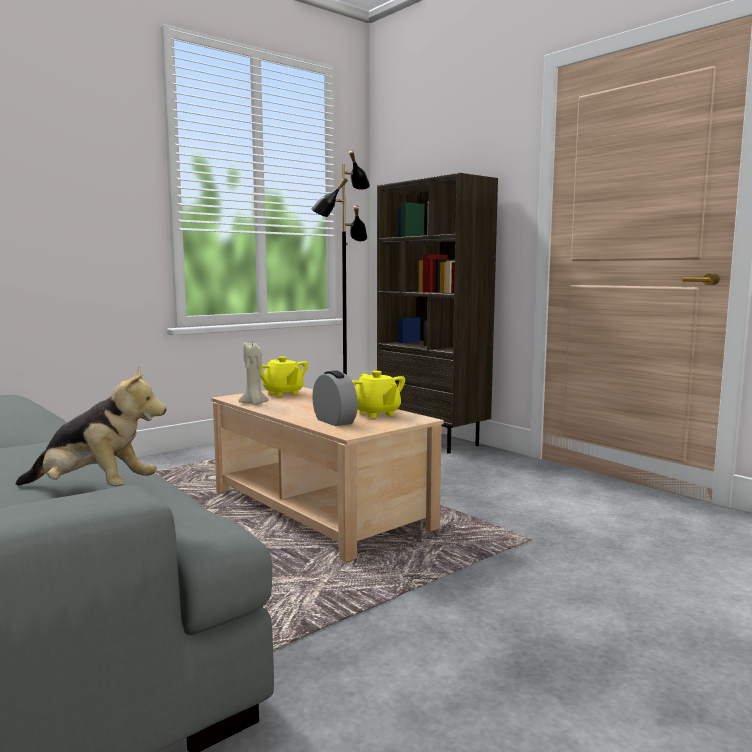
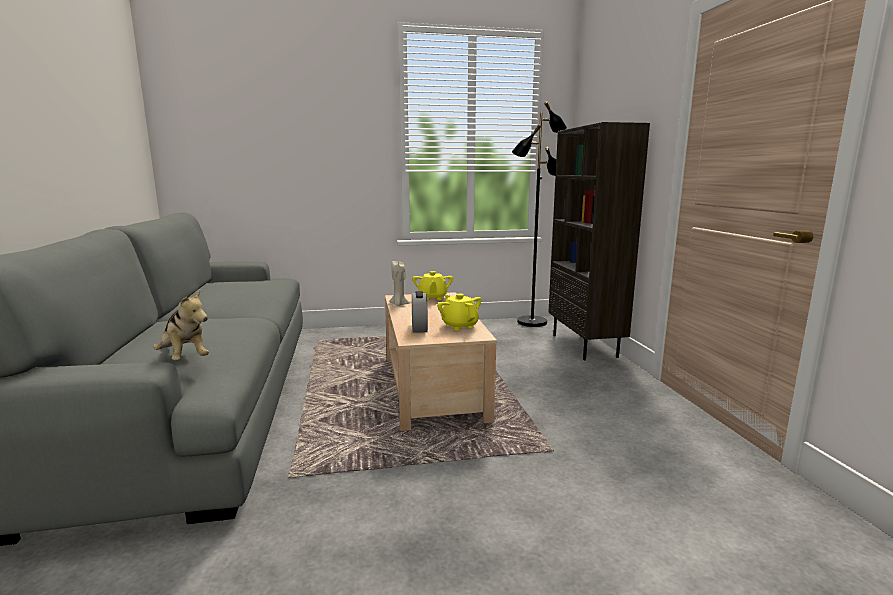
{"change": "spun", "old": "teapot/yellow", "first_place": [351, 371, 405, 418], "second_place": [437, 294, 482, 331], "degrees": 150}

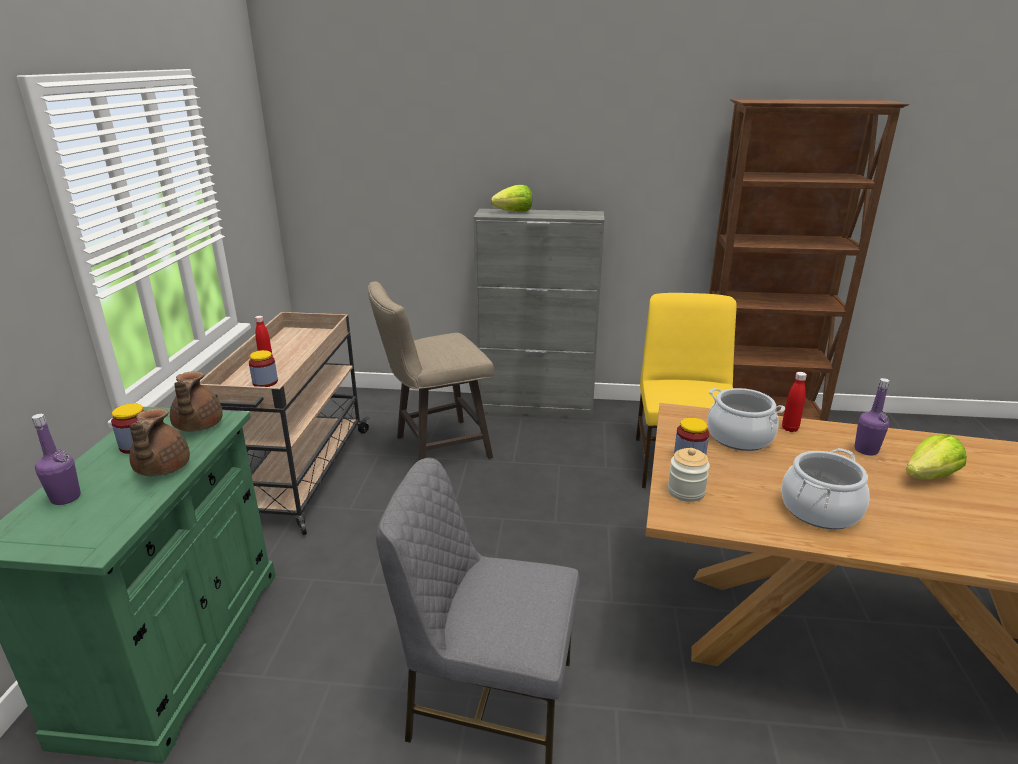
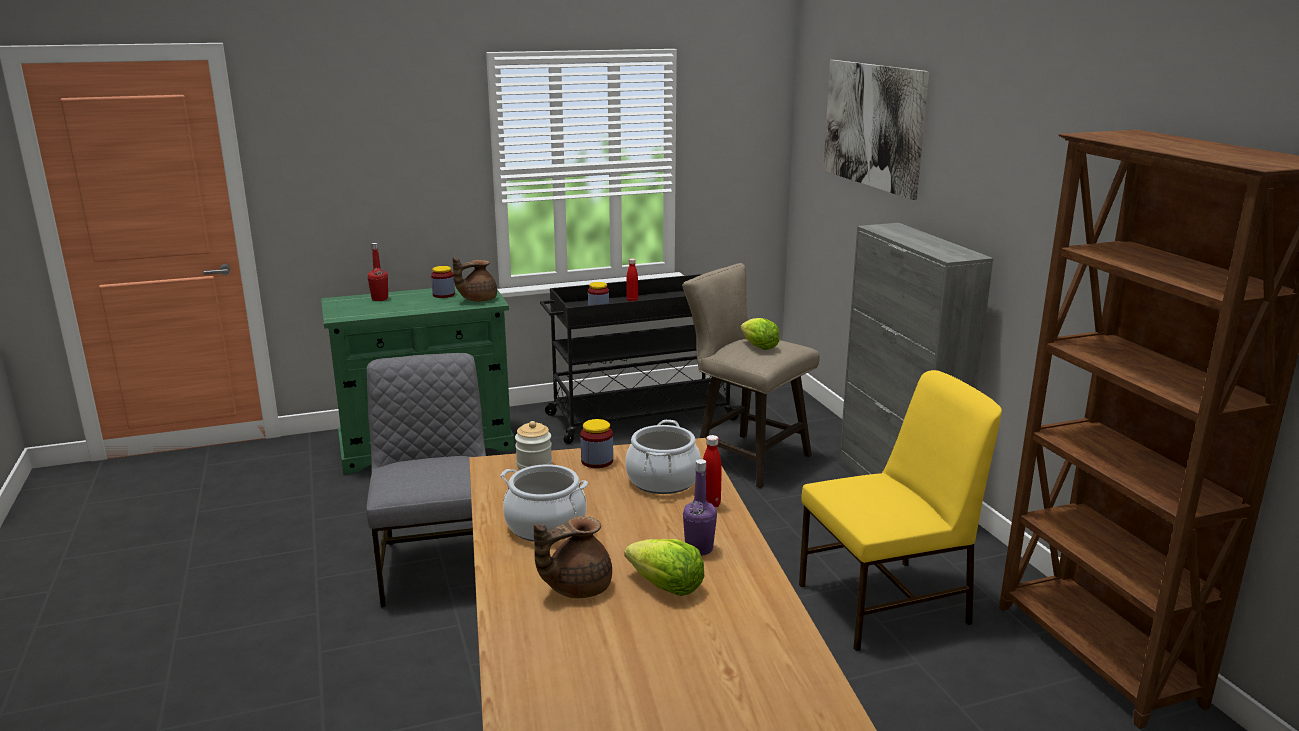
{"change": "colour", "old": "drink bottle/purple-coloured", "new": "drink bottle/red", "first_place": [32, 414, 81, 505], "second_place": [368, 243, 388, 301]}
{"change": "relocated", "old": "teapot/brown", "first_place": [129, 408, 190, 476], "second_place": [534, 516, 612, 598]}
{"change": "colour", "old": "cart/beige", "new": "cart/blackish", "first_place": [200, 312, 370, 535], "second_place": [540, 274, 740, 444]}
{"change": "relocated", "old": "head of lettuce", "first_place": [491, 185, 532, 212], "second_place": [740, 318, 779, 350]}
{"change": "appeared", "new": "wall picture", "second_place": [823, 60, 929, 200]}

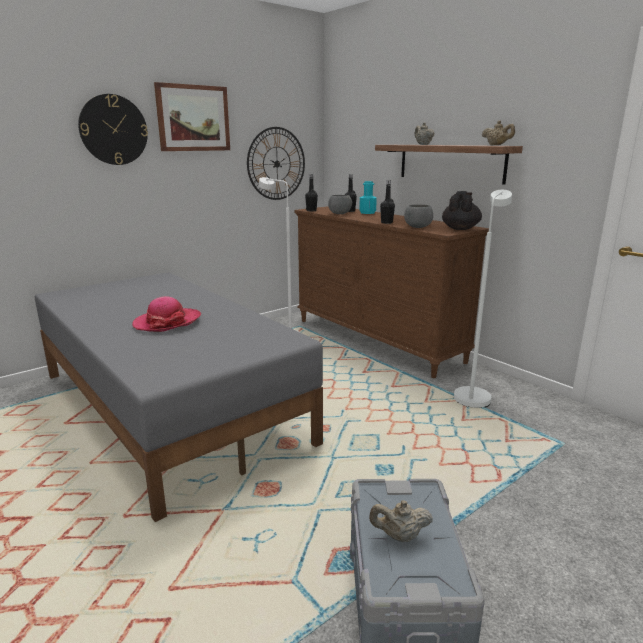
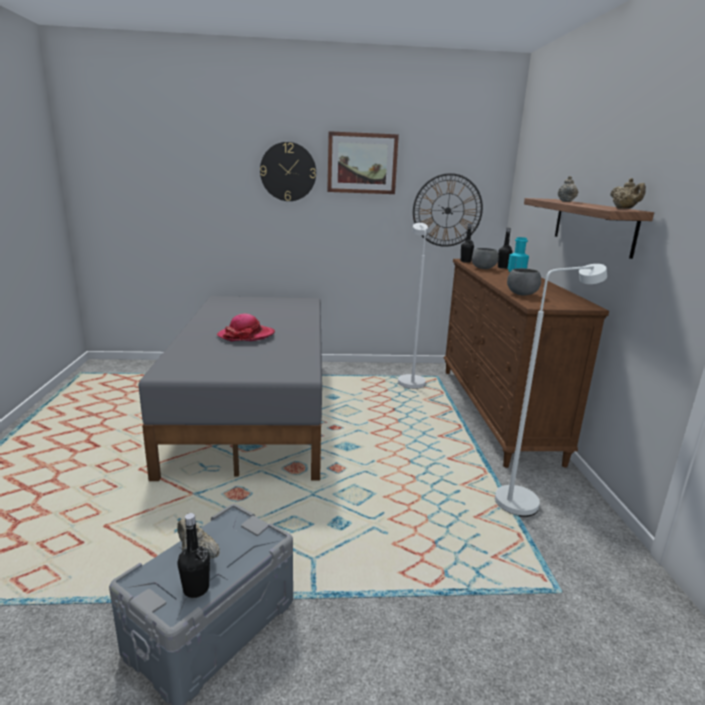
{"change": "relocated", "old": "drink bottle/blackish", "first_place": [380, 180, 395, 224], "second_place": [177, 513, 210, 598]}
{"change": "missing", "old": "teapot/blackish", "first_place": [442, 191, 482, 230]}

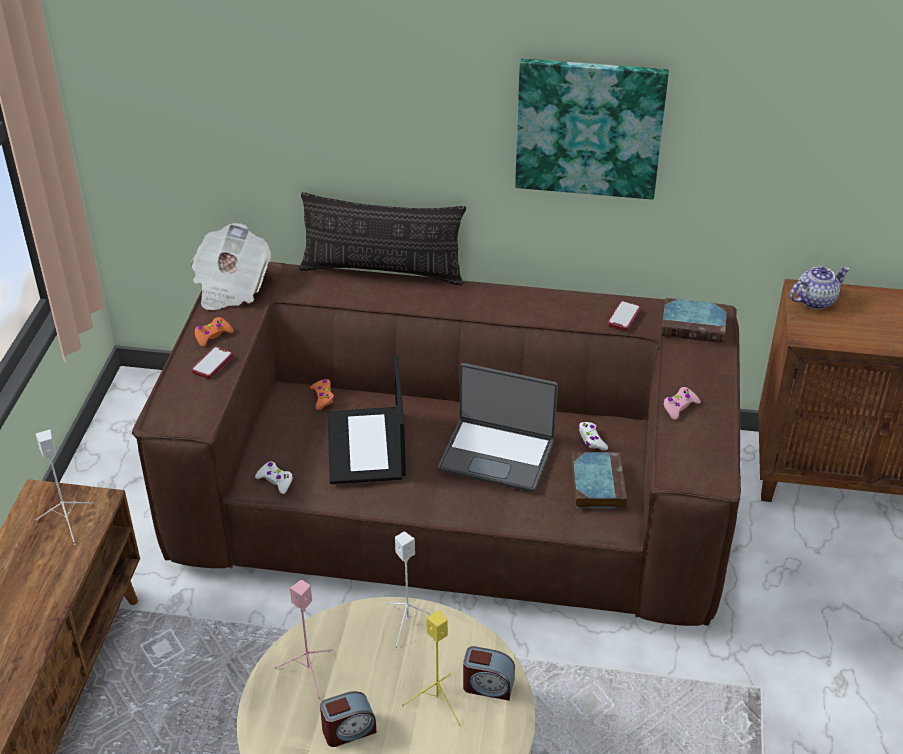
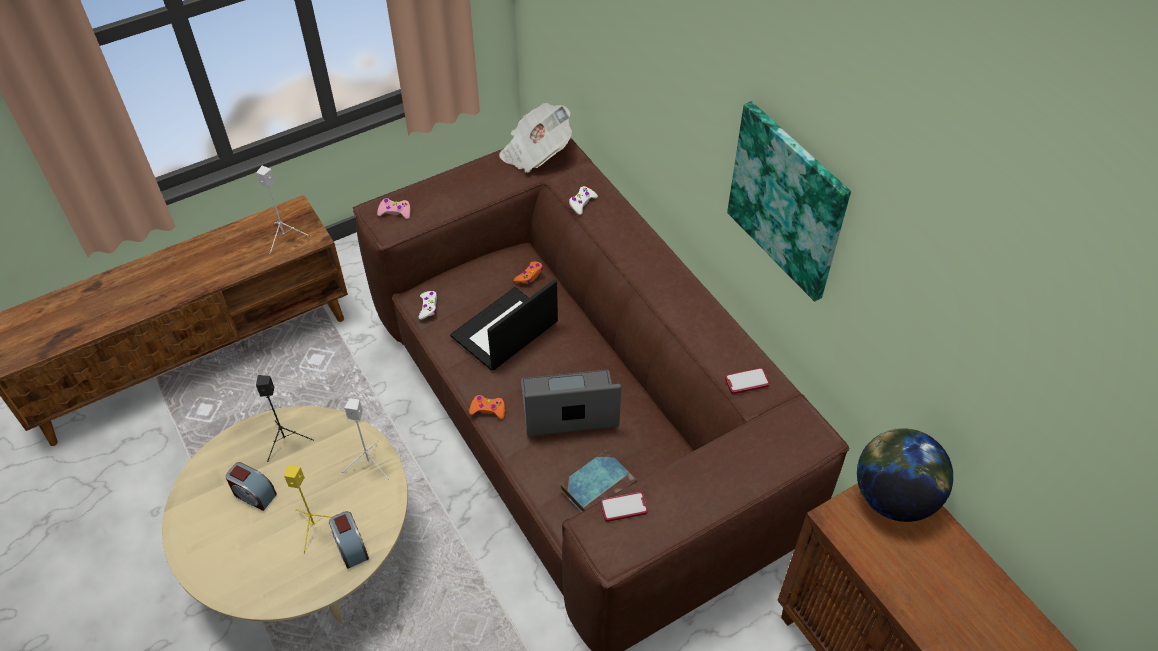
{"change": "relocated", "old": "handset", "first_place": [192, 347, 233, 379], "second_place": [601, 492, 648, 522]}
{"change": "relocated", "old": "joypad/orange", "first_place": [194, 317, 234, 347], "second_place": [469, 395, 505, 419]}
{"change": "colour", "old": "audio speaker/pinkish", "new": "audio speaker/blackish", "first_place": [275, 580, 334, 700], "second_place": [256, 375, 314, 462]}
{"change": "missing", "old": "throw pillow", "first_place": [299, 192, 466, 285]}
{"change": "spun", "old": "portable computer", "first_place": [438, 363, 558, 492], "second_place": [521, 370, 621, 436], "degrees": 105}
{"change": "relocated", "old": "joypad/whitish", "first_place": [578, 422, 608, 451], "second_place": [568, 186, 598, 215]}
{"change": "missing", "old": "book", "first_place": [661, 298, 727, 343]}
{"change": "relocated", "old": "joypad/pinkish", "first_place": [663, 387, 700, 420], "second_place": [377, 198, 411, 219]}
{"change": "exchanged", "old": "teapot", "new": "world globe", "first_place": [790, 267, 850, 309], "second_place": [857, 428, 953, 522]}

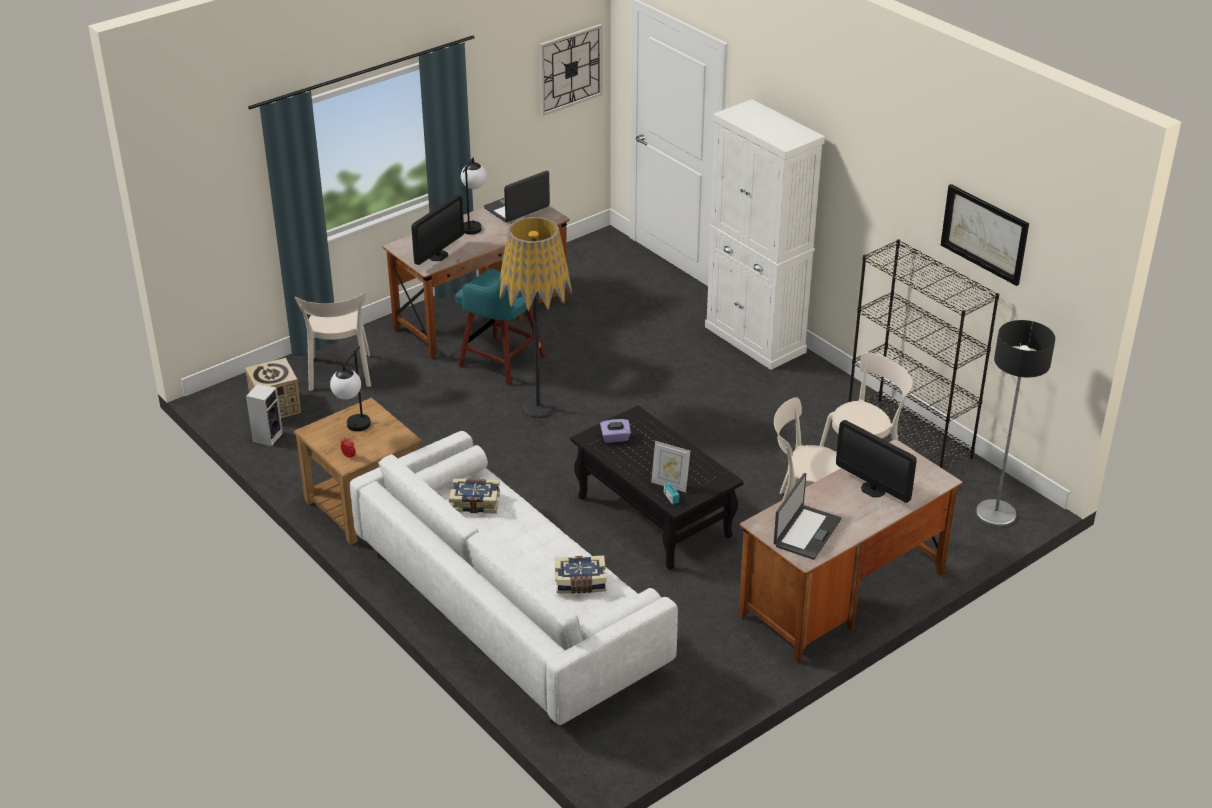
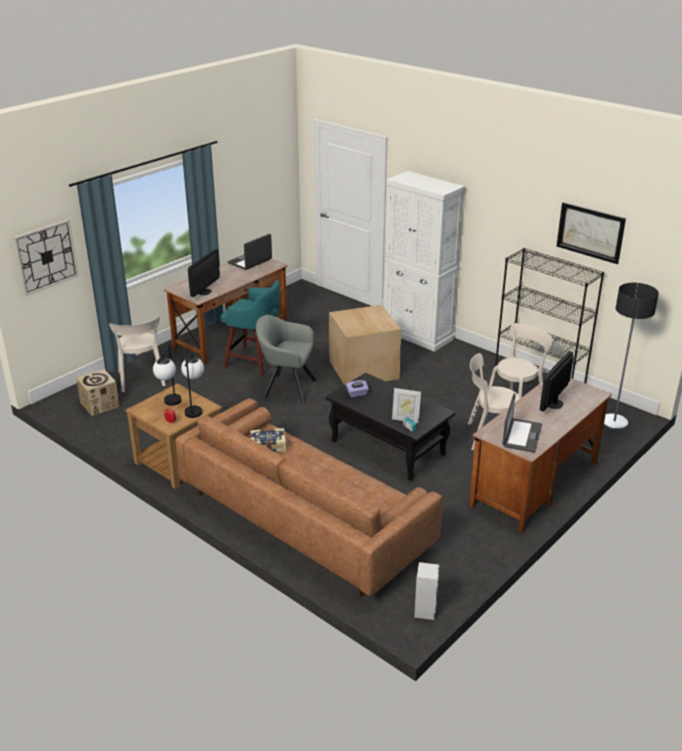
{"change": "relocated", "old": "audio speaker", "first_place": [246, 383, 283, 446], "second_place": [414, 562, 439, 620]}
{"change": "colour", "old": "sofa/whitish", "new": "sofa/brown", "first_place": [350, 431, 678, 725], "second_place": [175, 398, 443, 597]}
{"change": "relocated", "old": "table lamp", "first_place": [461, 157, 487, 235], "second_place": [181, 352, 204, 418]}
{"change": "exchanged", "old": "standard lamp", "new": "easy chair/grey", "first_place": [498, 217, 572, 418], "second_place": [256, 315, 317, 404]}
{"change": "relocated", "old": "wall clock", "first_place": [539, 24, 602, 116], "second_place": [13, 219, 79, 296]}
{"change": "missing", "old": "book", "first_place": [555, 555, 606, 594]}
{"change": "spun", "old": "monitor", "first_place": [836, 420, 917, 503], "second_place": [540, 351, 574, 412], "degrees": 90}
{"change": "appeared", "new": "packing box", "second_place": [329, 305, 402, 385]}

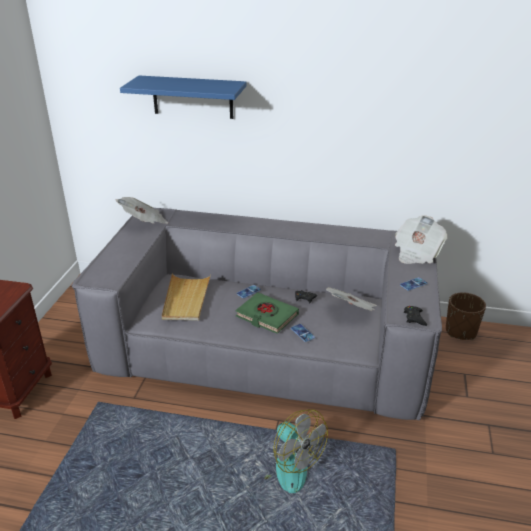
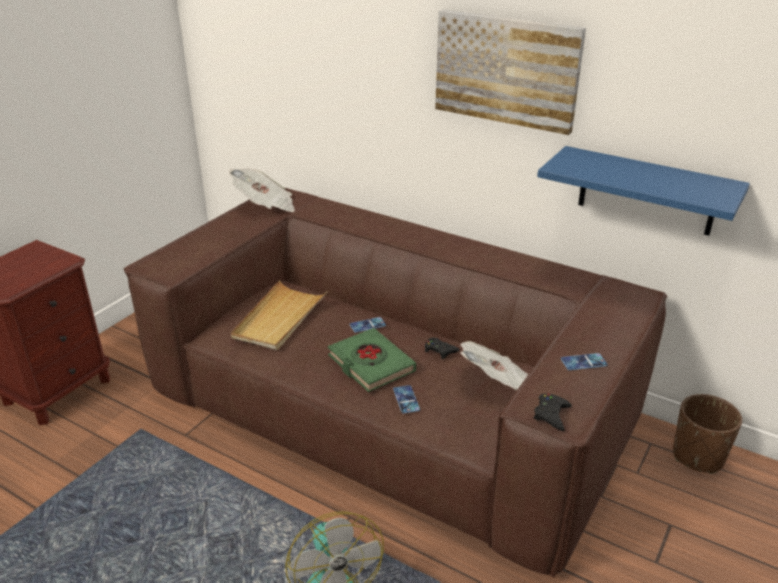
{"change": "colour", "old": "sofa/grey", "new": "sofa/brown", "first_place": [71, 208, 442, 420], "second_place": [123, 188, 667, 578]}
{"change": "relocated", "old": "bracket shelf/blue", "first_place": [120, 75, 246, 119], "second_place": [537, 146, 750, 236]}
{"change": "missing", "old": "daily paper", "first_place": [395, 215, 447, 264]}
{"change": "appeared", "new": "wall picture", "second_place": [435, 10, 586, 135]}

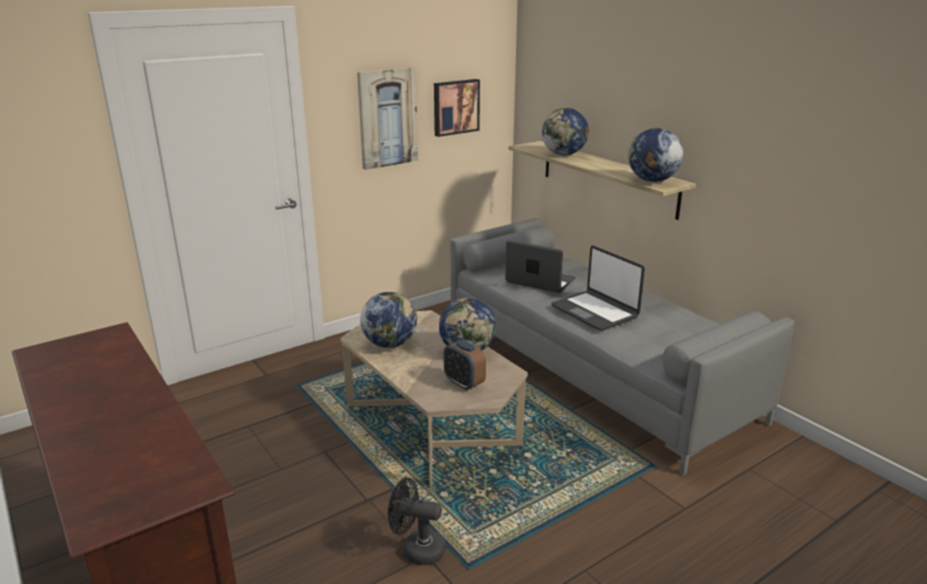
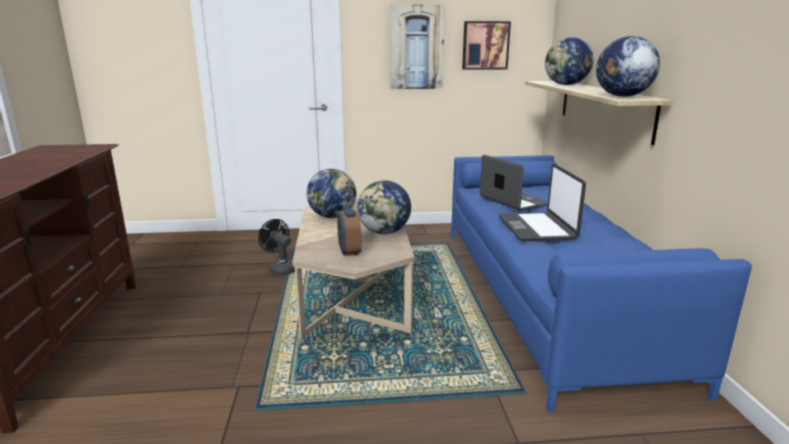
{"change": "relocated", "old": "cooling fan/blackish", "first_place": [388, 478, 445, 565], "second_place": [258, 219, 295, 275]}
{"change": "colour", "old": "sofa/grey", "new": "sofa/blue", "first_place": [451, 218, 794, 476], "second_place": [451, 155, 752, 412]}

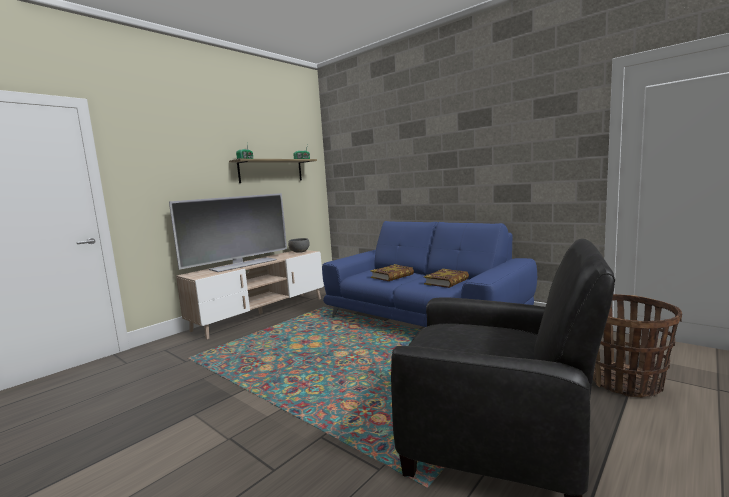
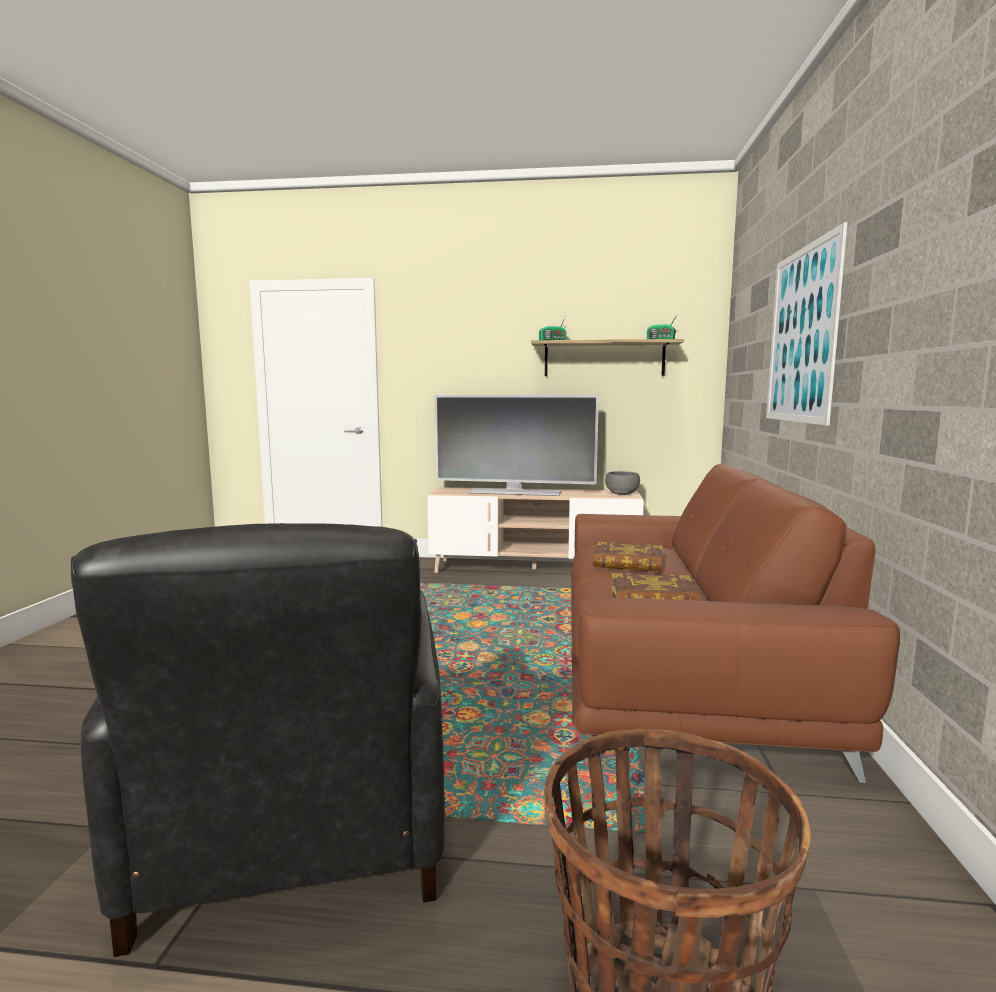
{"change": "colour", "old": "sofa/blue", "new": "sofa/brown", "first_place": [322, 221, 537, 327], "second_place": [571, 463, 900, 783]}
{"change": "appeared", "new": "wall picture", "second_place": [766, 222, 847, 426]}

